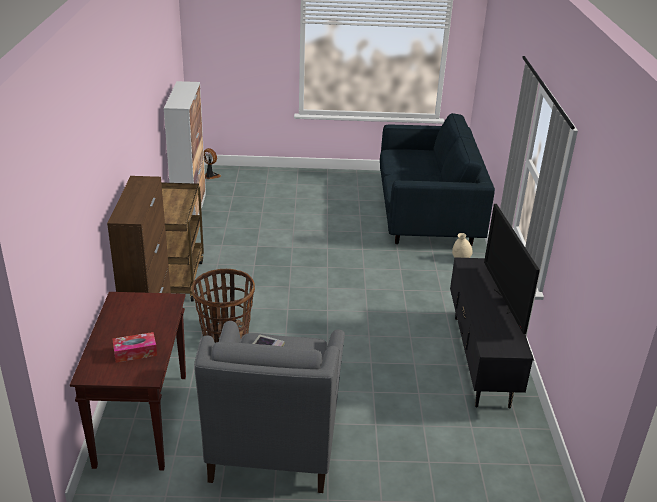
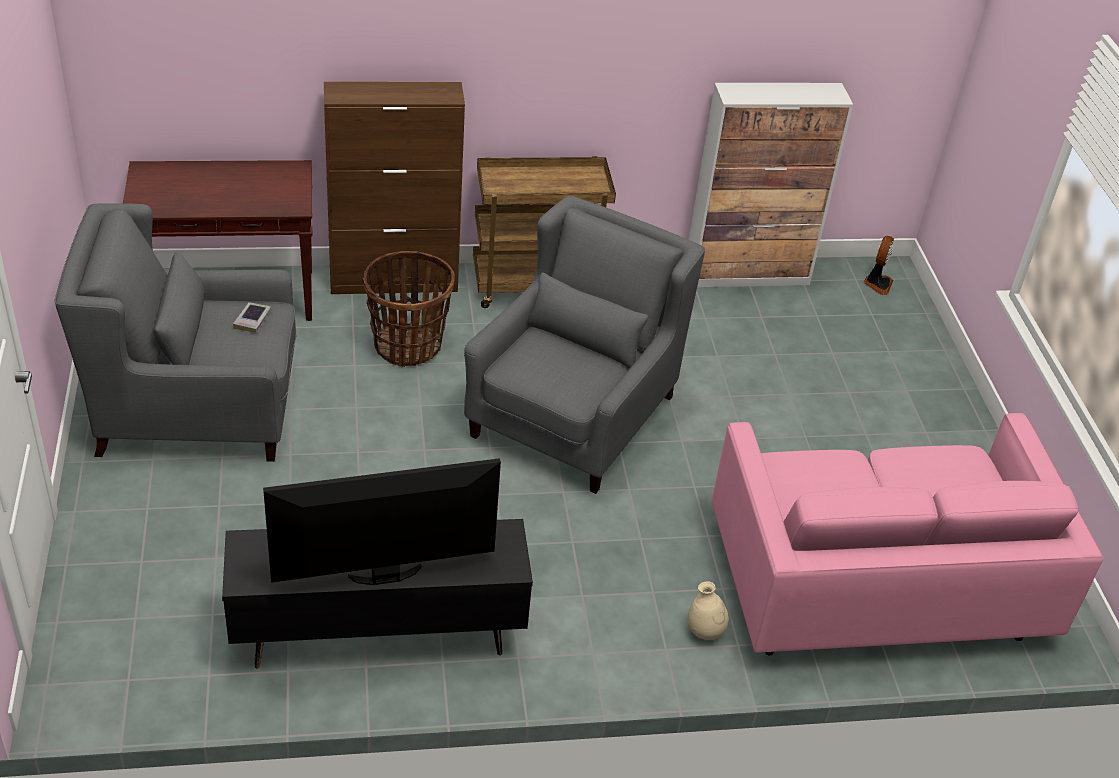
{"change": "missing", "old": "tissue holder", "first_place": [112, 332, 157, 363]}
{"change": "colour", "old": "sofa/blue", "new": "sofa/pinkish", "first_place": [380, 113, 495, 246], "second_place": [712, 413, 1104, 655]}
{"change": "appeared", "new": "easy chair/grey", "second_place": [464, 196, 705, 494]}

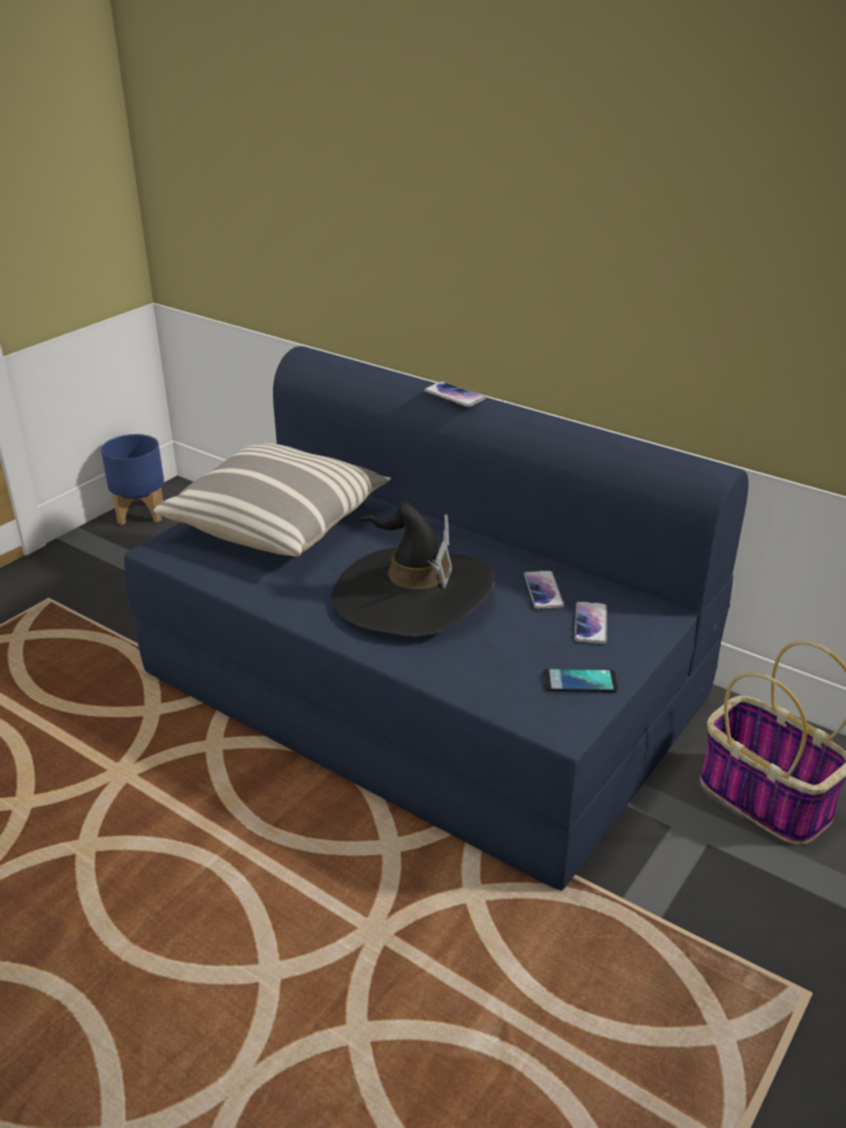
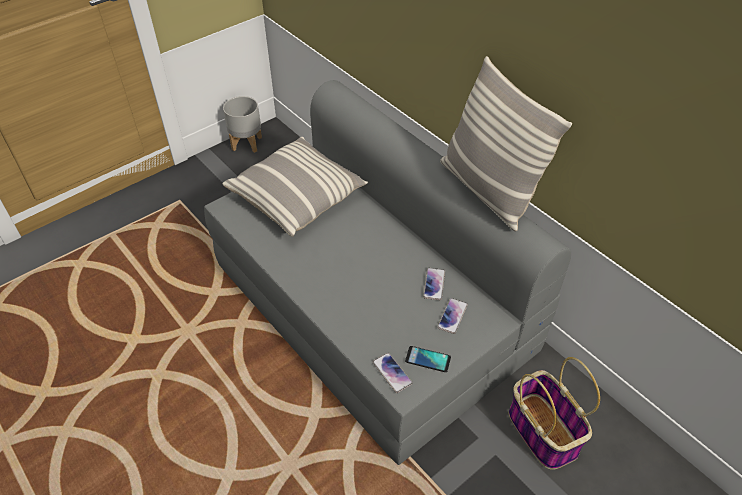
{"change": "colour", "old": "plant pot/blue", "new": "plant pot/grey", "first_place": [101, 434, 164, 525], "second_place": [223, 96, 262, 153]}
{"change": "colour", "old": "sofa/blue", "new": "sofa/grey", "first_place": [124, 346, 749, 891], "second_place": [204, 80, 571, 465]}
{"change": "missing", "old": "wearable hat/blackish", "first_place": [331, 501, 495, 636]}
{"change": "relocated", "old": "handset", "first_place": [424, 381, 486, 407], "second_place": [373, 353, 413, 393]}
{"change": "appeared", "new": "throw pillow", "second_place": [440, 56, 572, 231]}

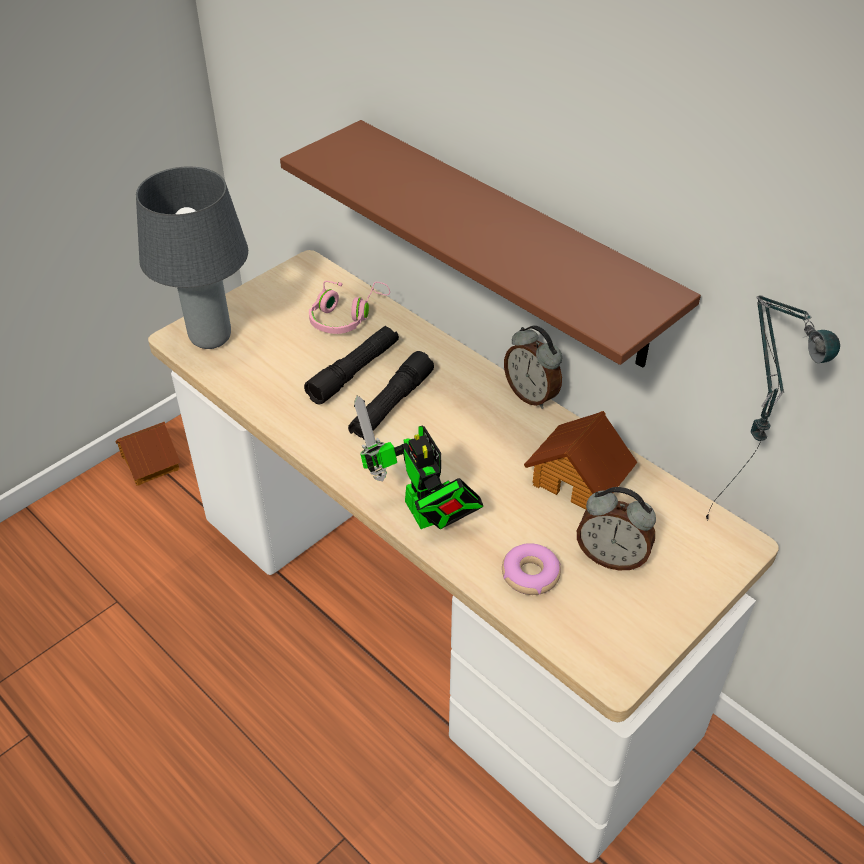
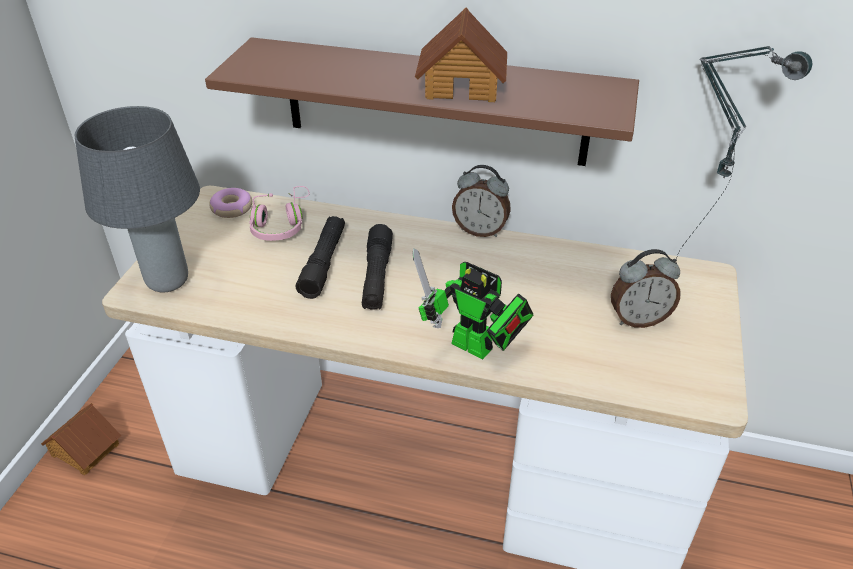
{"change": "relocated", "old": "doughnut", "first_place": [502, 543, 561, 595], "second_place": [209, 188, 252, 218]}
{"change": "relocated", "old": "model house", "first_place": [524, 411, 637, 510], "second_place": [415, 8, 507, 102]}

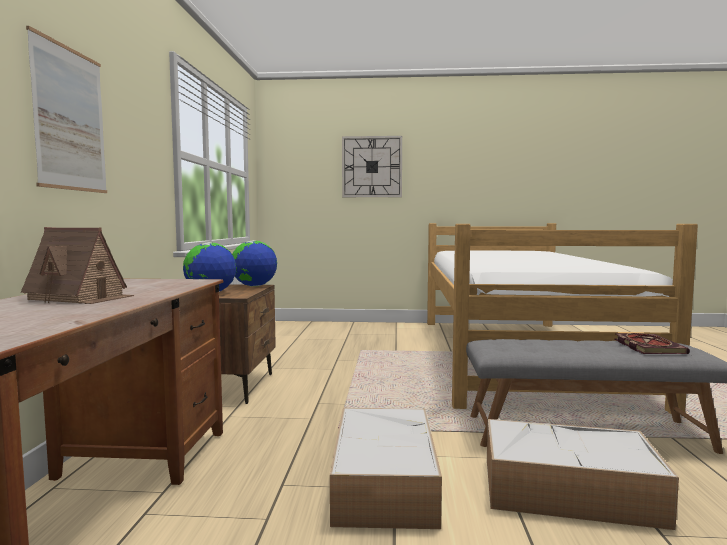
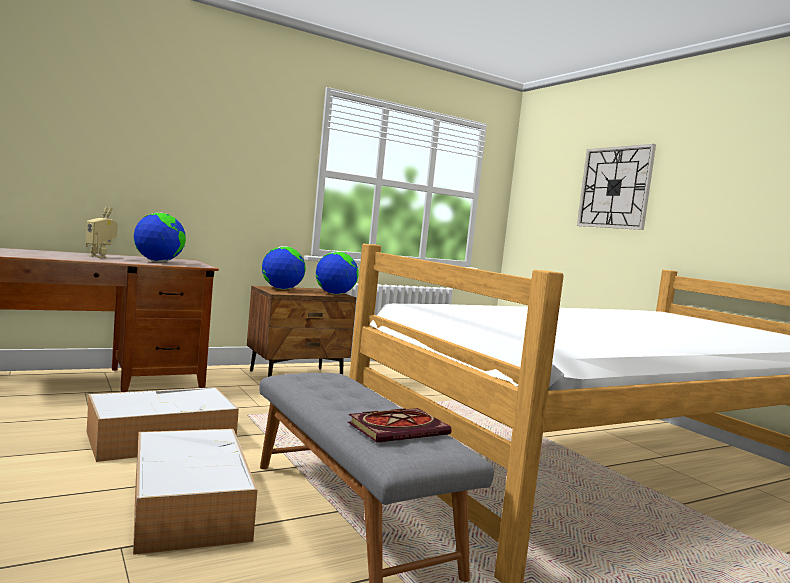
{"change": "exchanged", "old": "model house", "new": "toy robot", "first_place": [21, 227, 135, 304], "second_place": [86, 207, 118, 258]}
{"change": "missing", "old": "wall picture", "first_place": [26, 26, 107, 193]}
{"change": "appeared", "new": "world globe", "second_place": [134, 213, 186, 262]}

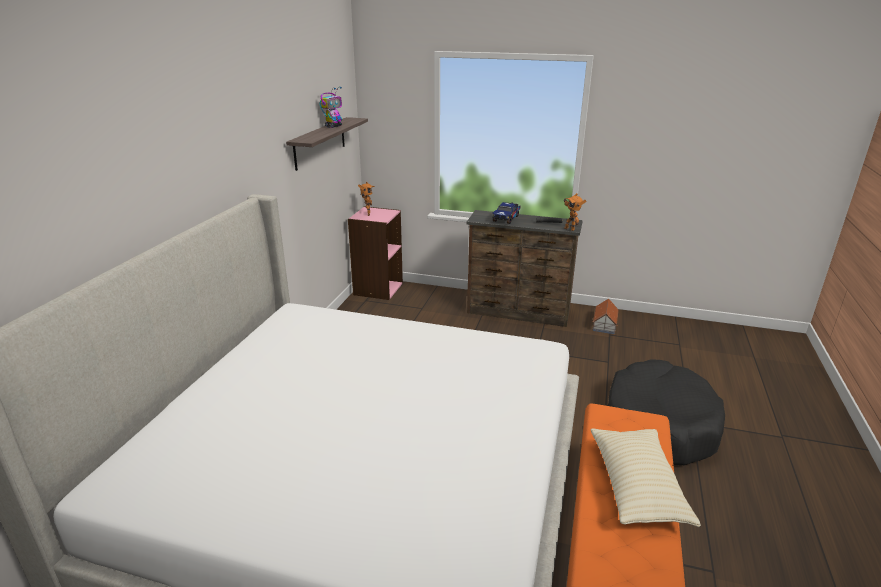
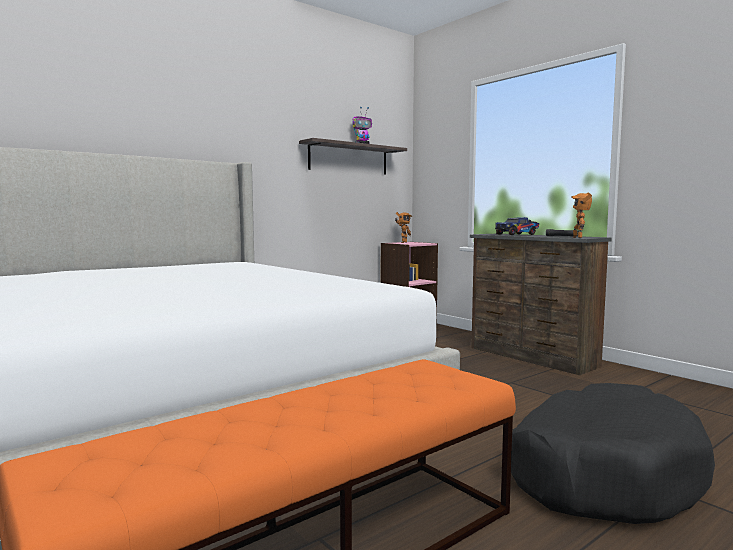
{"change": "missing", "old": "throw pillow/beige", "first_place": [590, 428, 701, 527]}
{"change": "missing", "old": "model house", "first_place": [592, 299, 619, 334]}

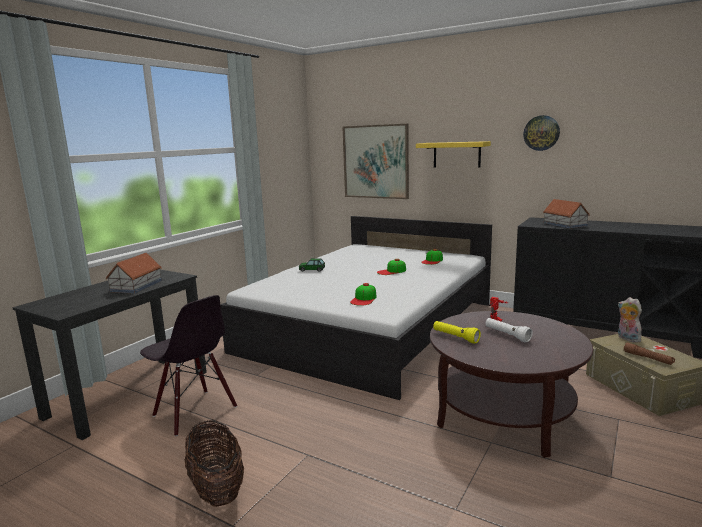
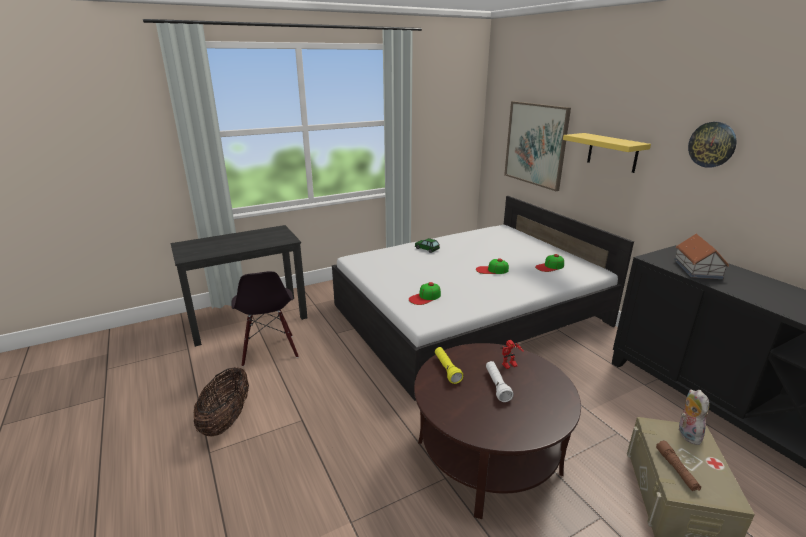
{"change": "missing", "old": "model house", "first_place": [105, 253, 162, 293]}

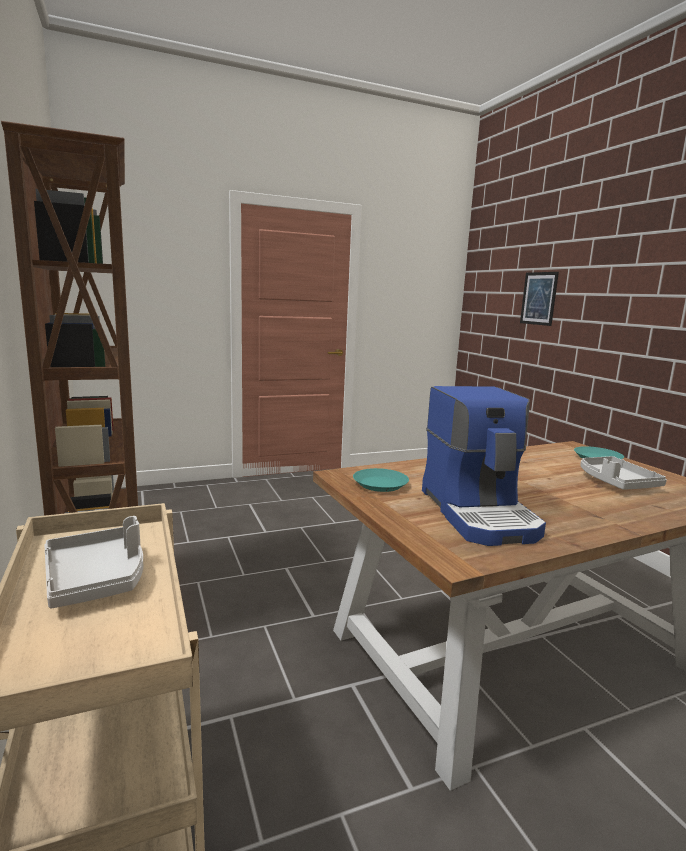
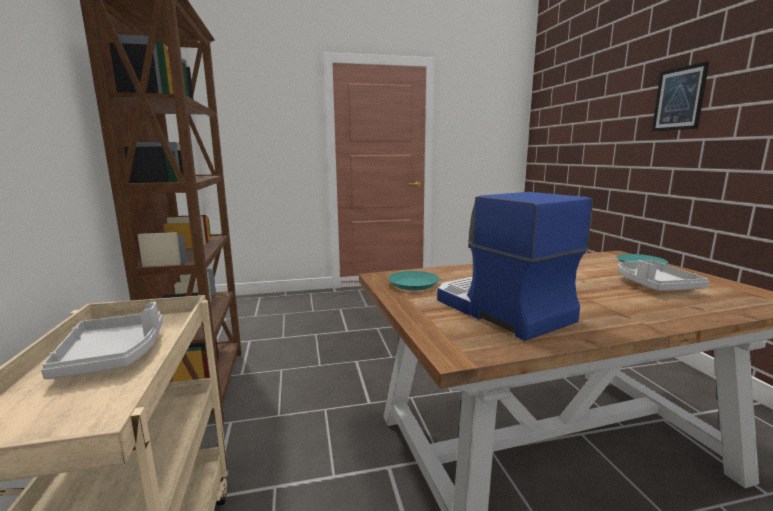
{"change": "spun", "old": "coffee brewer", "first_place": [422, 386, 546, 546], "second_place": [437, 192, 593, 341], "degrees": 150}
{"change": "relocated", "old": "wall picture", "first_place": [520, 272, 559, 326], "second_place": [652, 61, 709, 132]}

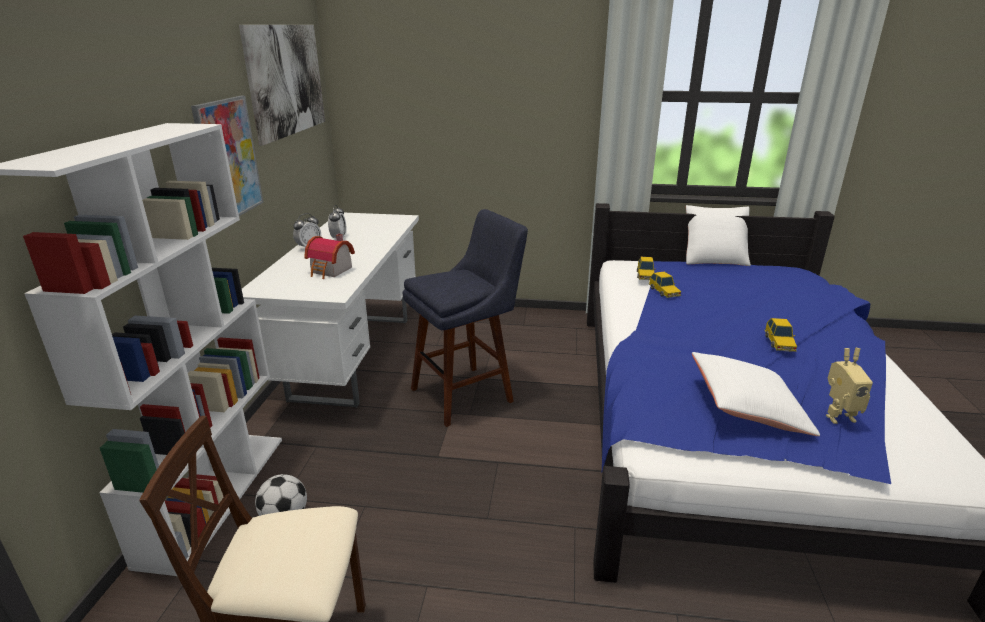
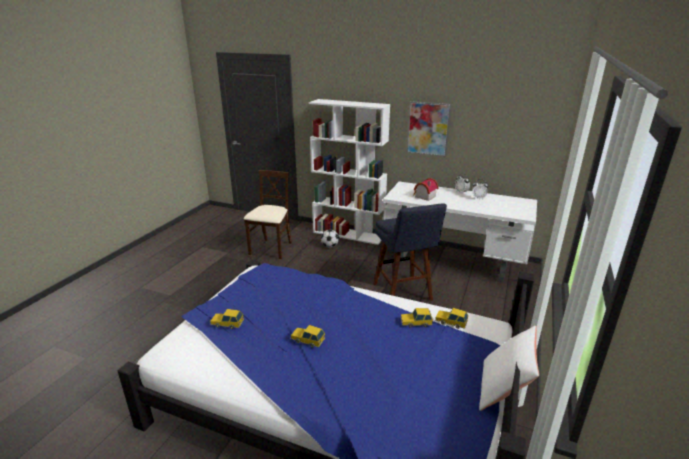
{"change": "missing", "old": "wall picture", "first_place": [239, 25, 325, 146]}
{"change": "missing", "old": "throw pillow/whitish", "first_place": [692, 352, 820, 436]}
{"change": "exchanged", "old": "toy robot", "new": "miniature car", "first_place": [826, 348, 873, 424], "second_place": [210, 309, 244, 329]}

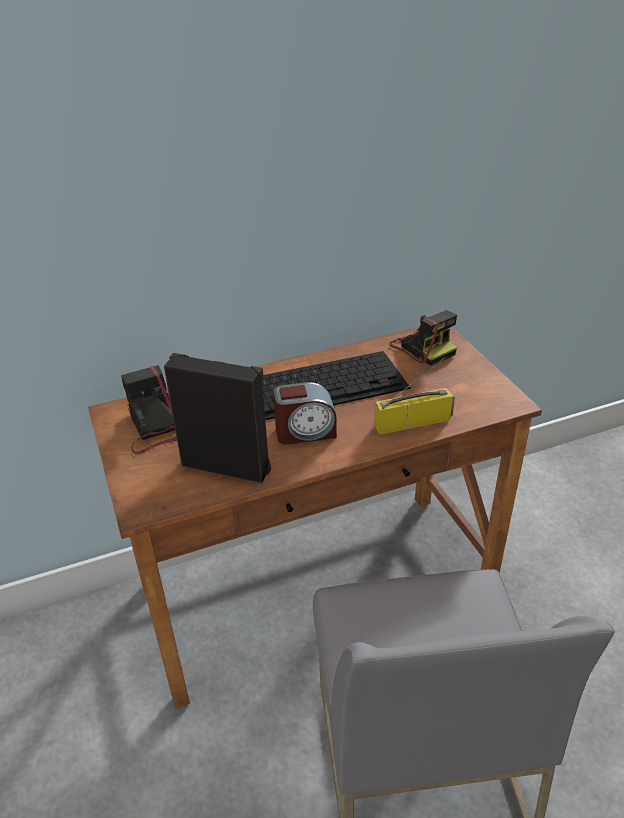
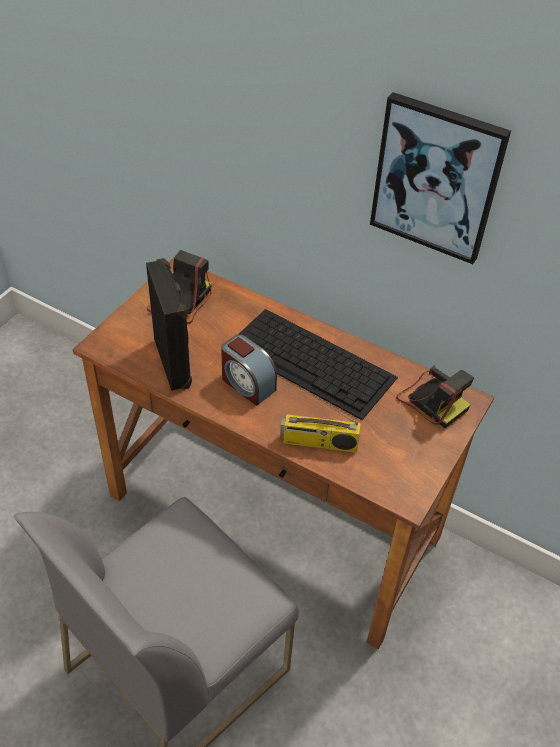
{"change": "spun", "old": "radio set", "first_place": [374, 358, 455, 435], "second_place": [280, 387, 361, 453], "degrees": 150}
{"change": "spun", "old": "photo camera", "first_place": [389, 310, 457, 366], "second_place": [396, 365, 474, 428], "degrees": -60}
{"change": "appeared", "new": "wall picture", "second_place": [370, 92, 511, 264]}

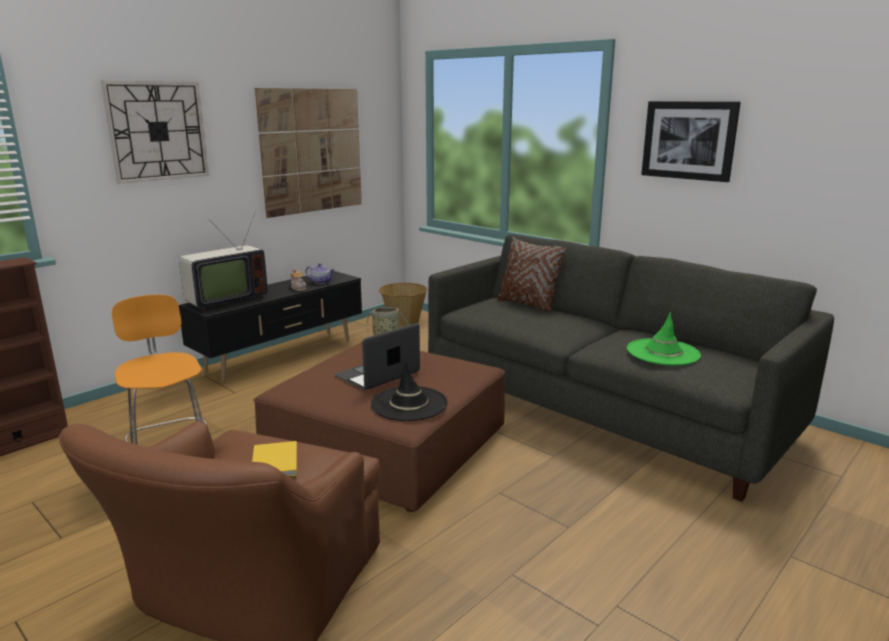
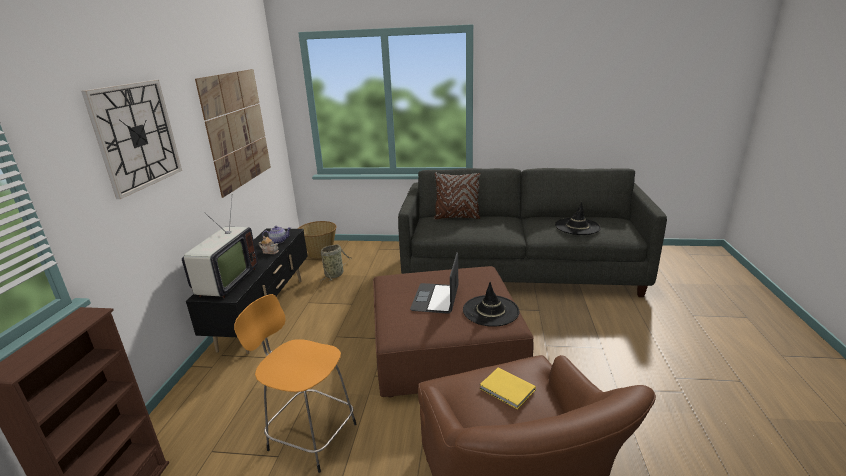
{"change": "colour", "old": "wearable hat/greenish", "new": "wearable hat/blackish", "first_place": [627, 312, 701, 365], "second_place": [555, 202, 601, 235]}
{"change": "missing", "old": "wall picture", "first_place": [641, 101, 741, 182]}

